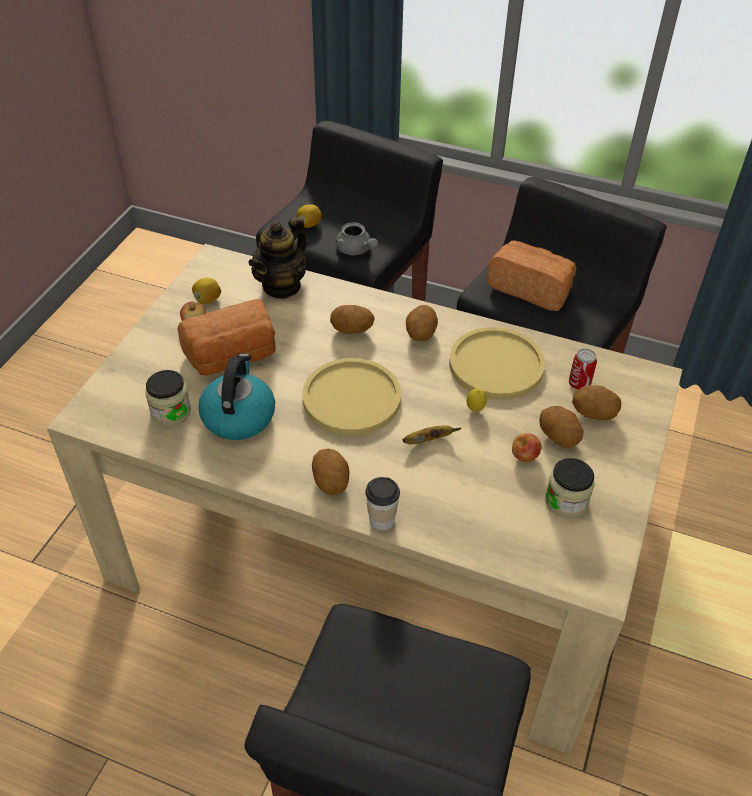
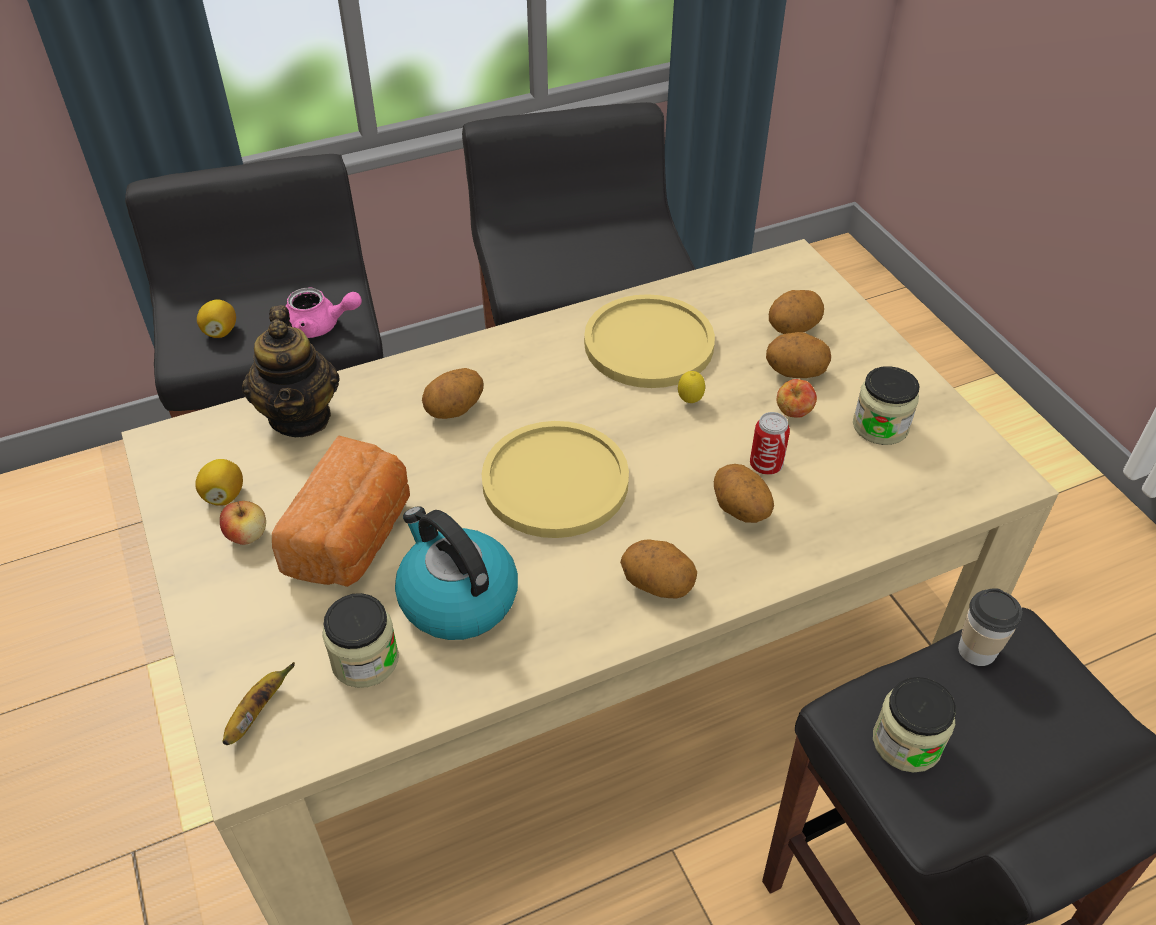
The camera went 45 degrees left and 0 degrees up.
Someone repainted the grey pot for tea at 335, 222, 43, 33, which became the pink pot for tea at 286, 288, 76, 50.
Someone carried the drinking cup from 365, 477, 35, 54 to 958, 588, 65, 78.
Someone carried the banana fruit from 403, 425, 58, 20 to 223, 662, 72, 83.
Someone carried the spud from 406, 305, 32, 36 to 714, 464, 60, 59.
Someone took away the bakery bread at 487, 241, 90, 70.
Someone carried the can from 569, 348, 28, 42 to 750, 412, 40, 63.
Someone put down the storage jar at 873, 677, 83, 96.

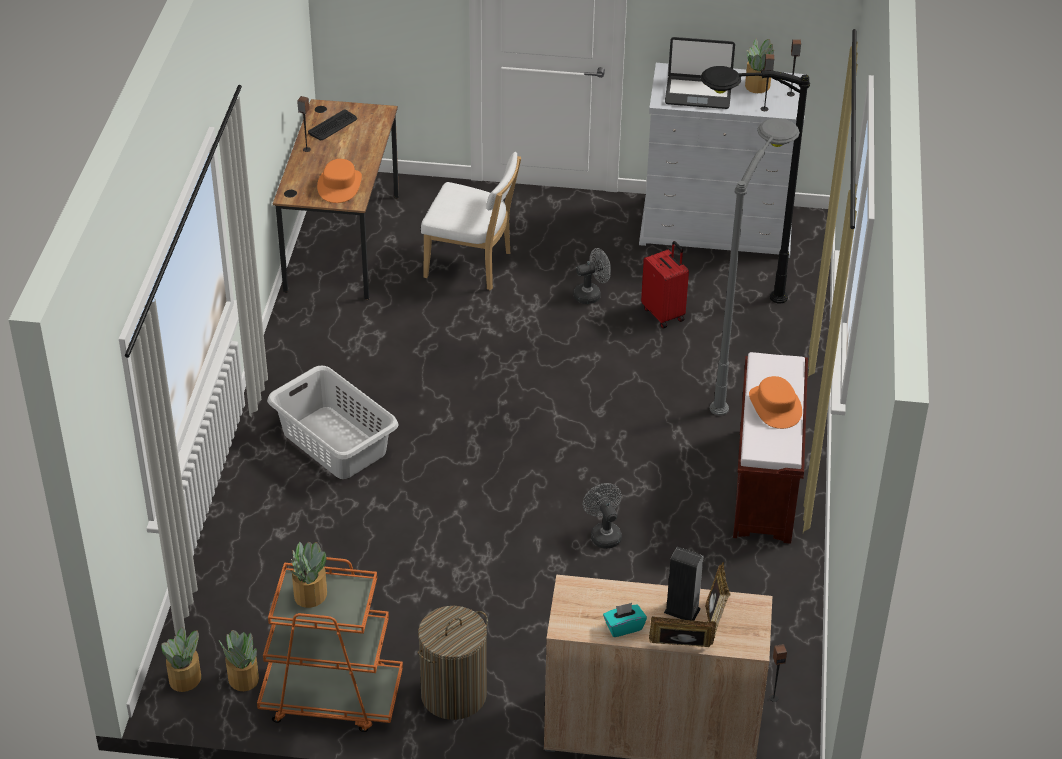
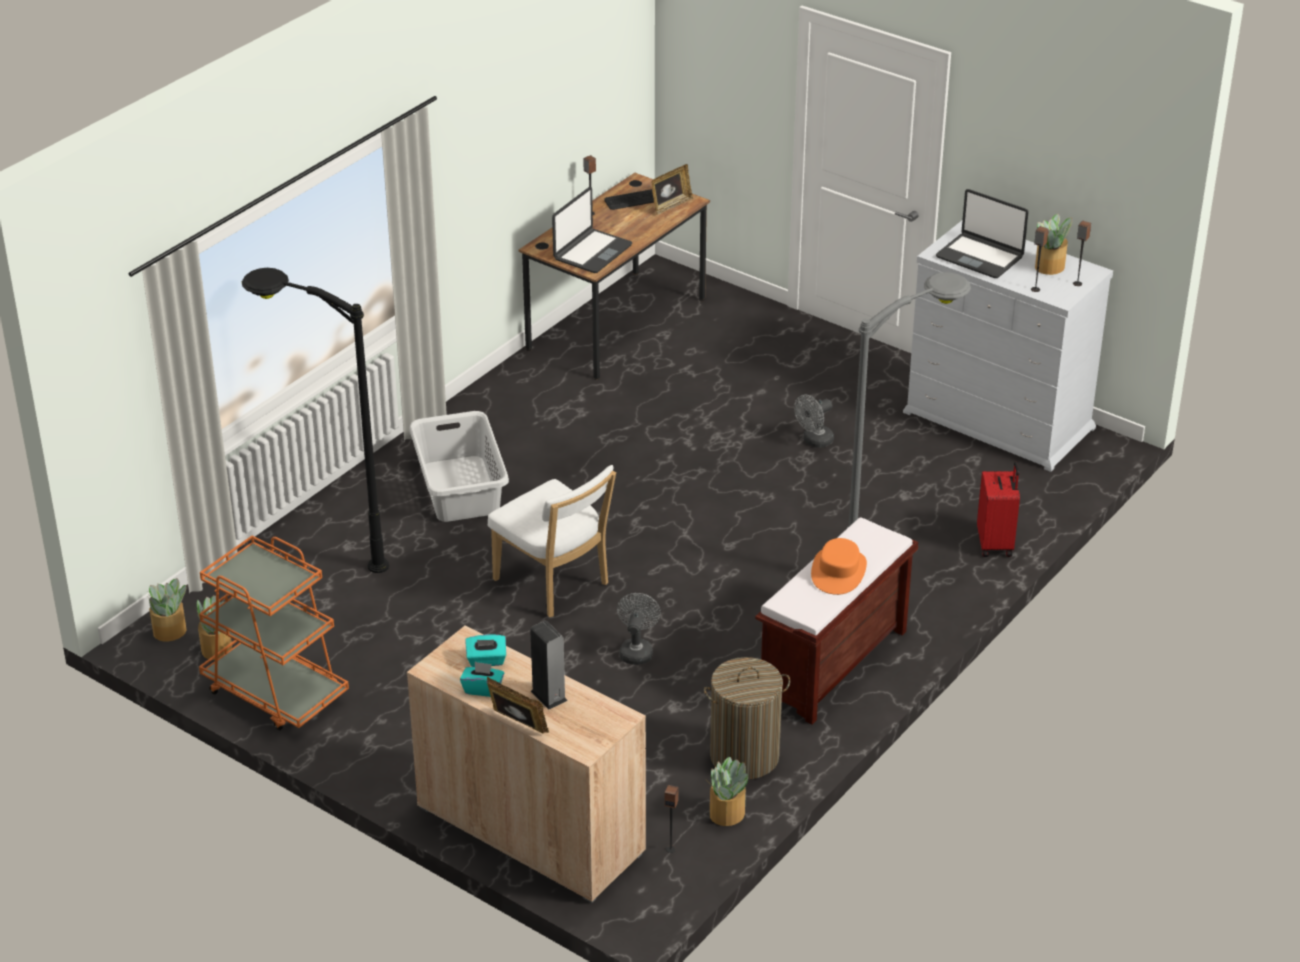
The camera went 30 degrees right and 5 degrees down.
Someone carried the houseplant from 291, 542, 36, 66 to 708, 757, 40, 69.
Someone swapped the orange-coloured wearable hat at 317, 159, 45, 44 for the portable computer at 552, 187, 81, 86.
Someone carried the washing basket from 418, 606, 70, 114 to 704, 657, 86, 122.
Someone carried the whitish chair from 421, 152, 100, 138 to 488, 465, 128, 152.
Someone rotated the grey electric fan at 573, 248, 38, 56 by 135 degrees clockwise.
Someone carried the red-coloured travel case from 641, 241, 48, 87 to 977, 461, 43, 96.
Someone carried the black-coloured floor lamp from 701, 66, 109, 237 to 242, 268, 147, 305.
Someone carried the picture frame from 705, 562, 26, 76 to 651, 164, 42, 51.
Someone put down the blue-green tissue holder at 465, 634, 41, 33.

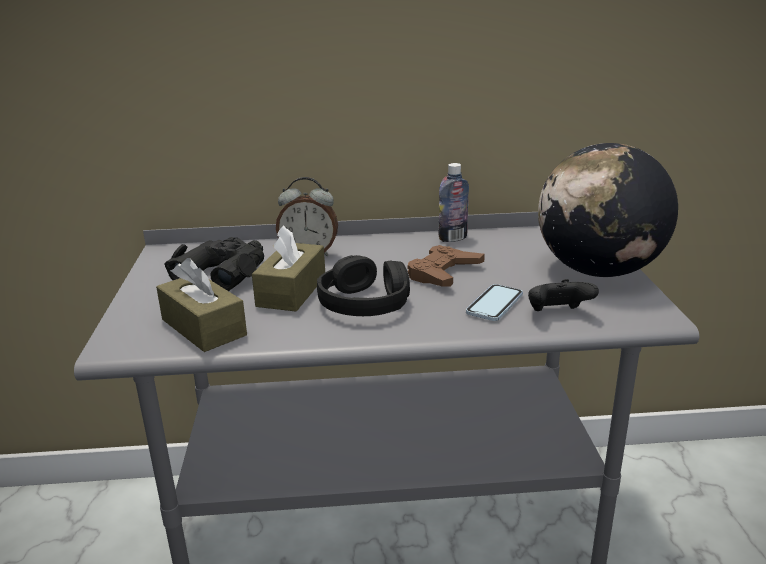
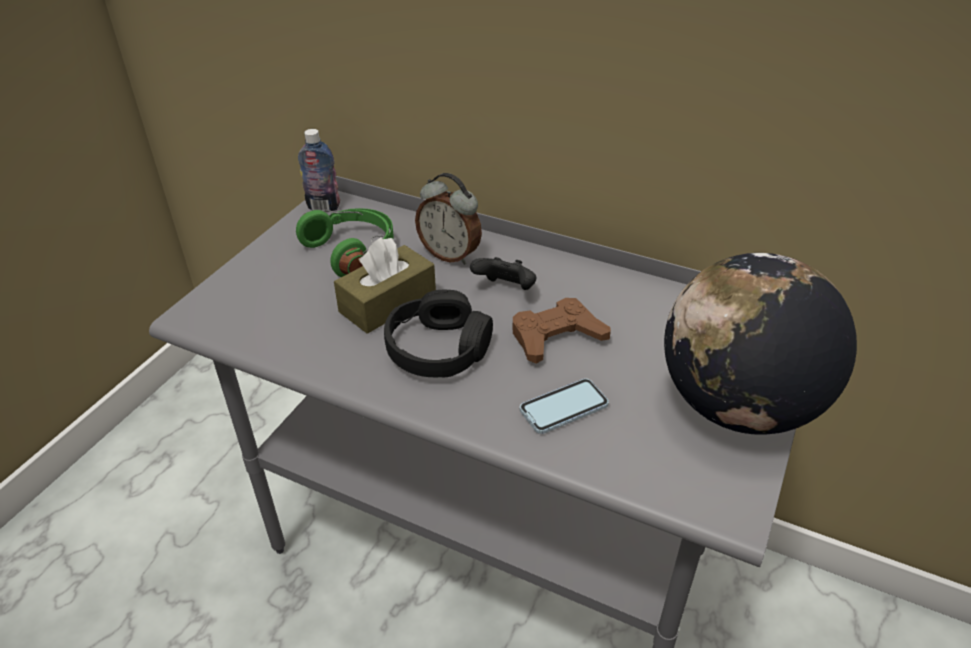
The camera went 30 degrees right and 15 degrees up.
Someone took away the brown tissue holder at 156, 258, 91, 94.
Someone swapped the black-coloured field glasses at 164, 237, 100, 54 for the greenish pair of headphones at 296, 208, 97, 69.
Someone carried the beverage bottle from 438, 163, 31, 79 to 298, 129, 42, 83.
Someone carried the black-coloured gamepad from 528, 279, 71, 32 to 470, 257, 66, 33.

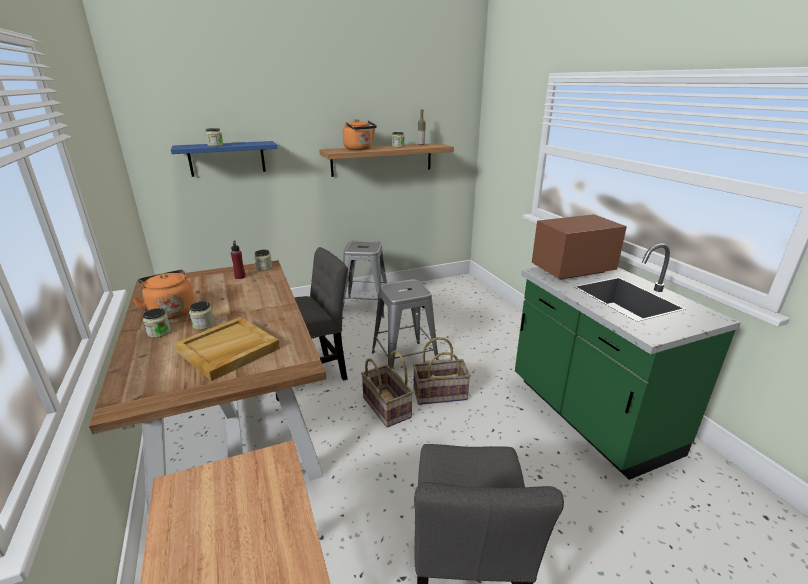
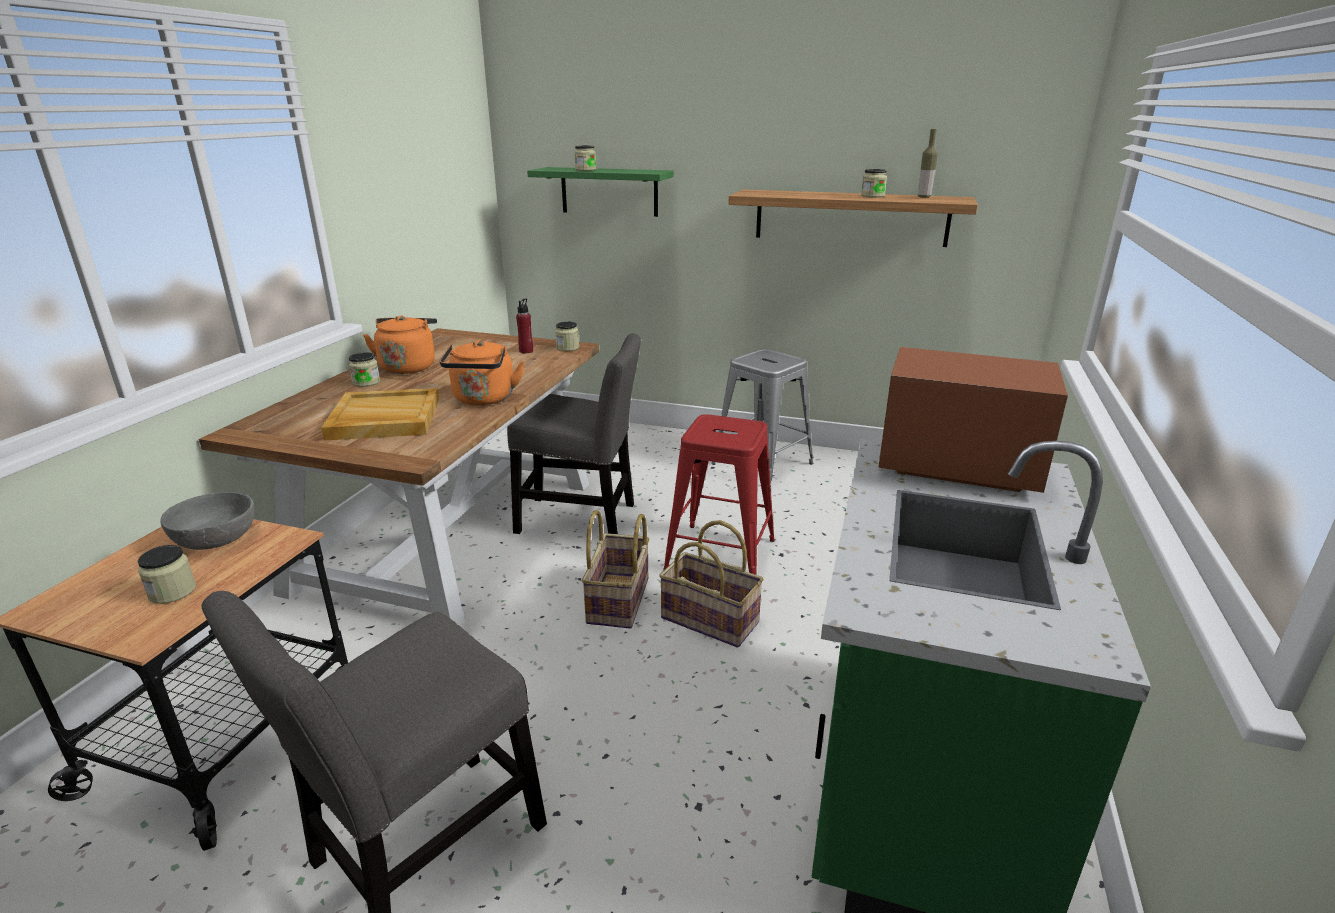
The camera went 40 degrees right and 0 degrees up.
Someone repainted the bluish wall shelf at 171, 141, 107, 36, which became the greenish wall shelf at 527, 167, 147, 50.
Someone carried the storage jar from 189, 301, 26, 29 to 137, 545, 59, 59.
Someone carried the orange-coloured tea kettle from 343, 119, 34, 31 to 440, 340, 85, 65.
Someone repainted the grey stool at 372, 279, 67, 88, which became the red-coloured stool at 663, 414, 112, 161.
Someone put down the grey serving bowl at 160, 492, 95, 58.

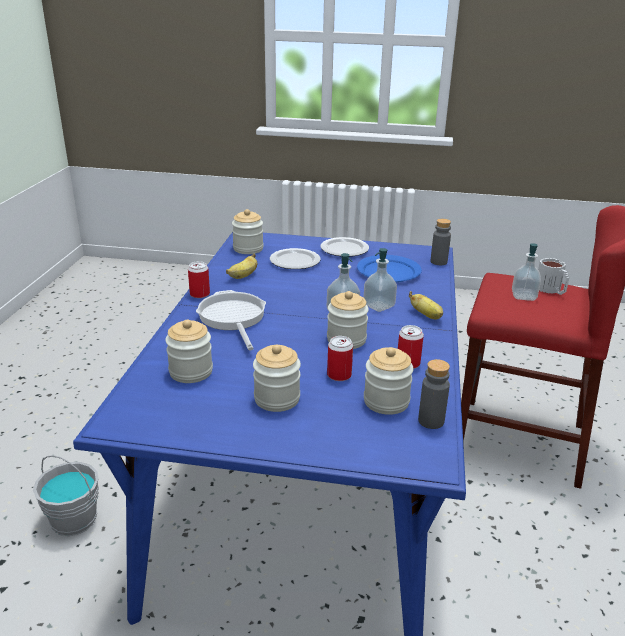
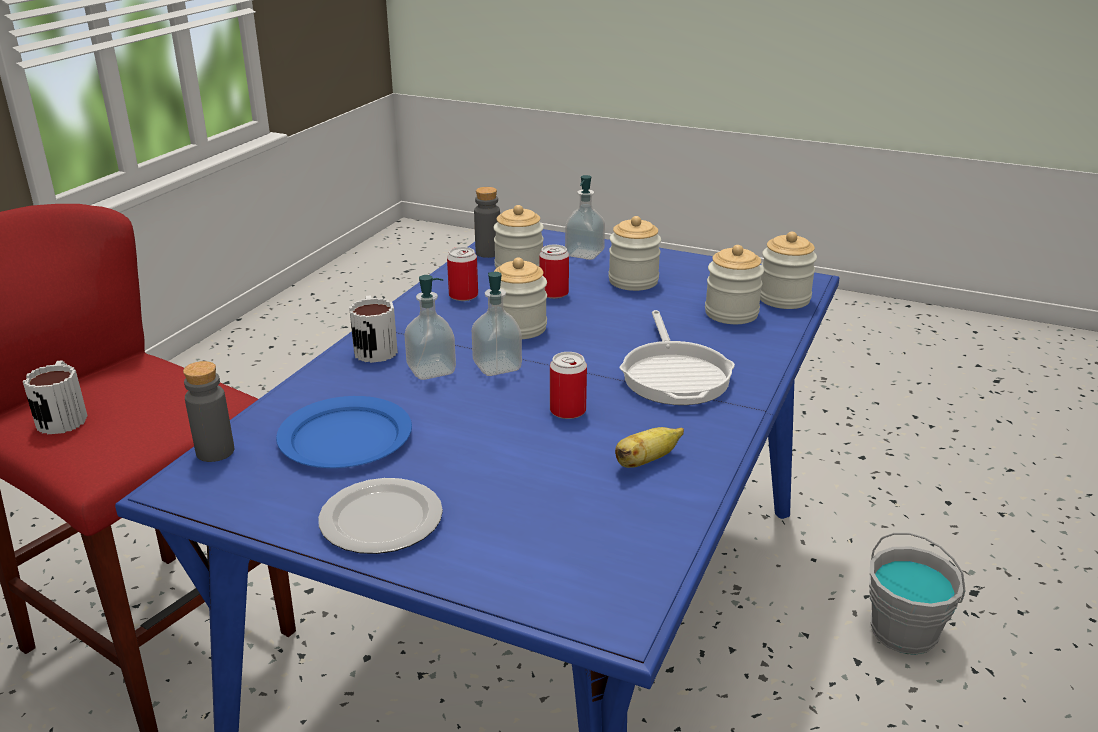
The camera went 165 degrees left and 0 degrees up.
Someone carried the can from 188, 261, 22, 37 to 550, 352, 37, 67.
Someone carried the storage jar from 232, 209, 32, 45 to 760, 232, 57, 77.
Someone took away the dinner plate at 270, 248, 51, 21.
Someone swapped the banana fruit at 409, 291, 34, 29 for the tea mug at 349, 295, 49, 68.
Someone carried the liquid soap bottle from 512, 243, 29, 58 to 565, 175, 40, 85.

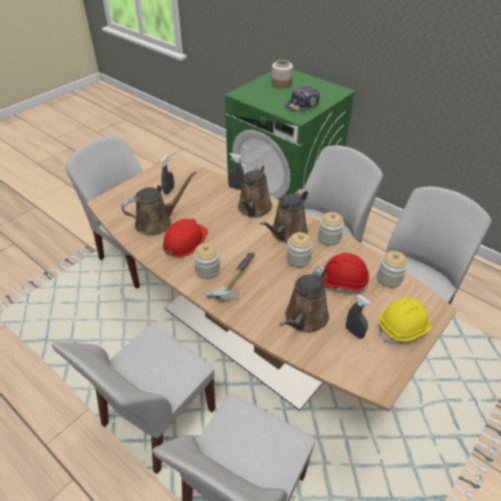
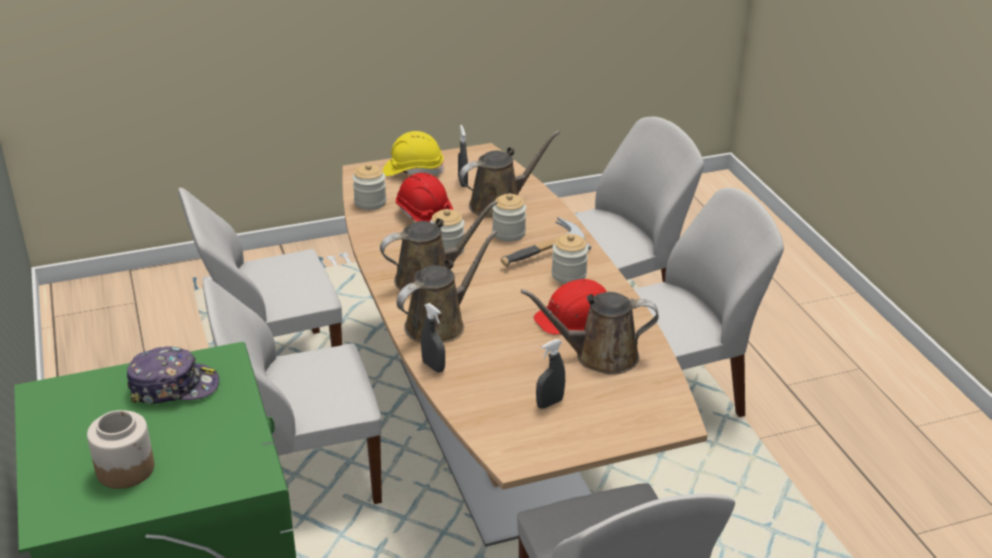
The camera went 150 degrees left and 10 degrees down.
Someone carried the storage jar from 318, 212, 26, 34 to 492, 193, 34, 49.

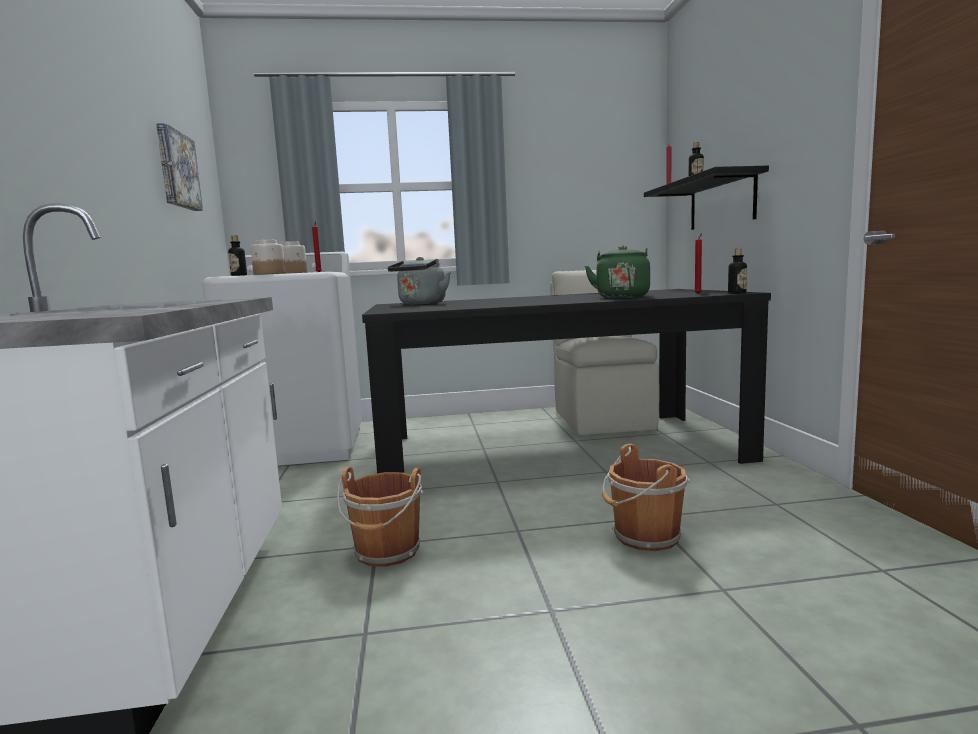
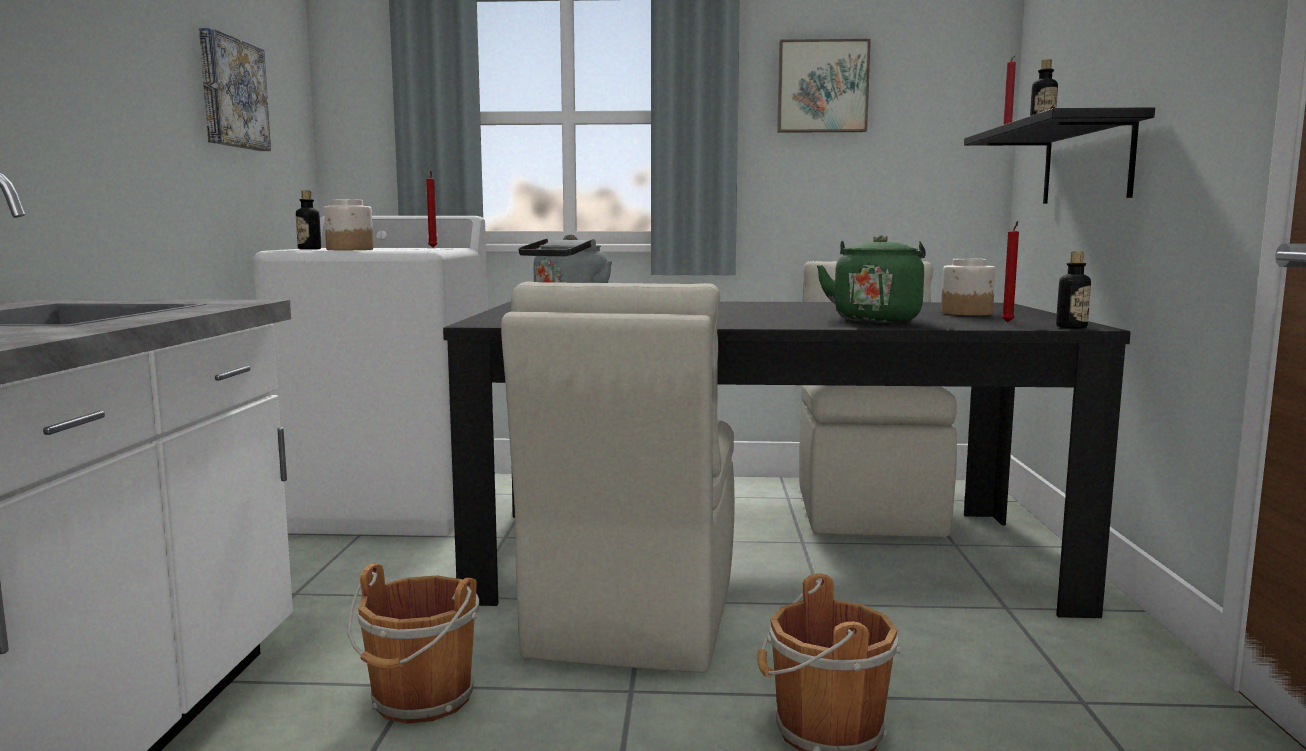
The camera went 10 degrees right and 0 degrees up.
Someone carried the storage jar from 280, 241, 27, 33 to 941, 258, 55, 58.
Someone put down the beige chair at 501, 282, 234, 391.
Someone put up the wall art at 777, 39, 94, 94.

